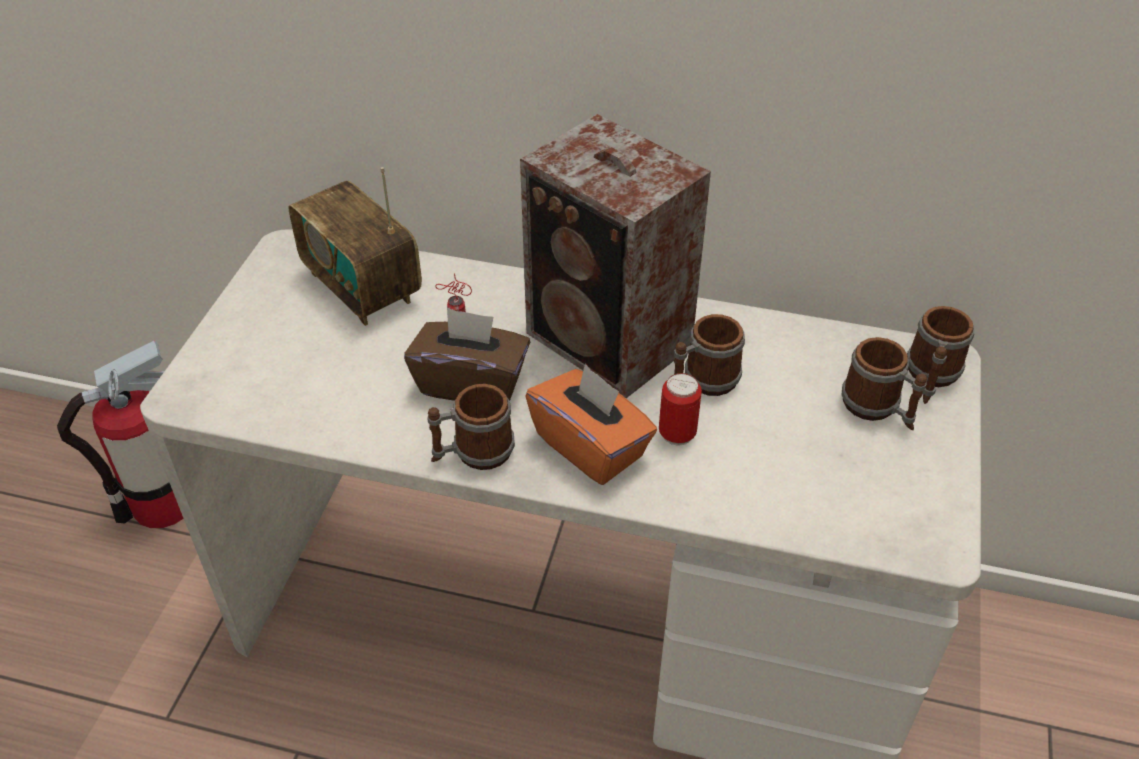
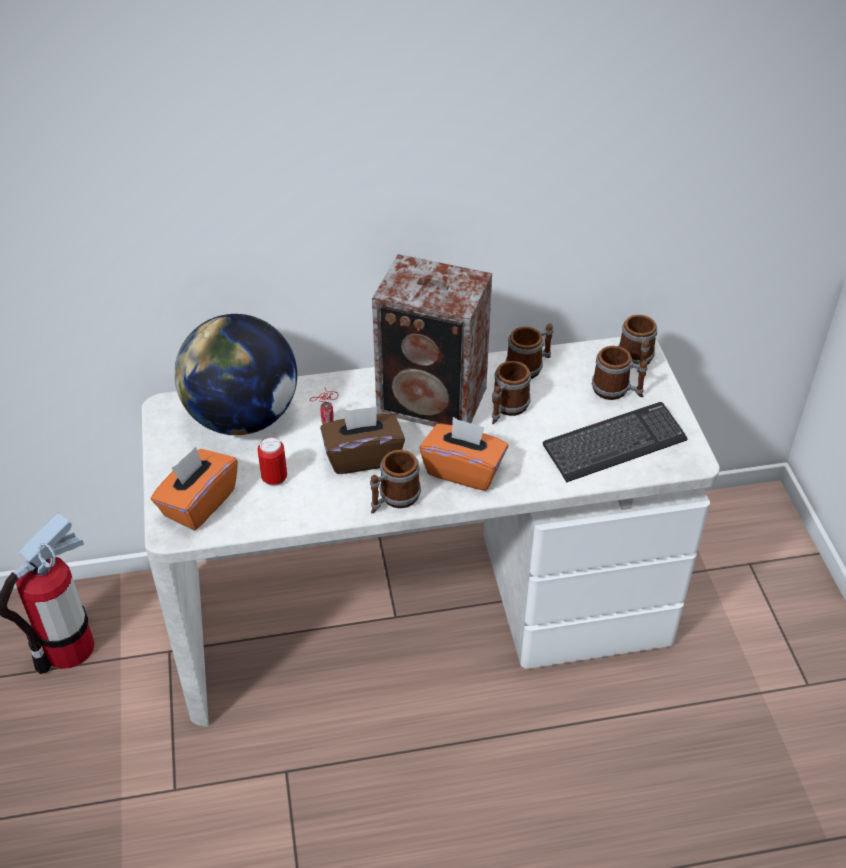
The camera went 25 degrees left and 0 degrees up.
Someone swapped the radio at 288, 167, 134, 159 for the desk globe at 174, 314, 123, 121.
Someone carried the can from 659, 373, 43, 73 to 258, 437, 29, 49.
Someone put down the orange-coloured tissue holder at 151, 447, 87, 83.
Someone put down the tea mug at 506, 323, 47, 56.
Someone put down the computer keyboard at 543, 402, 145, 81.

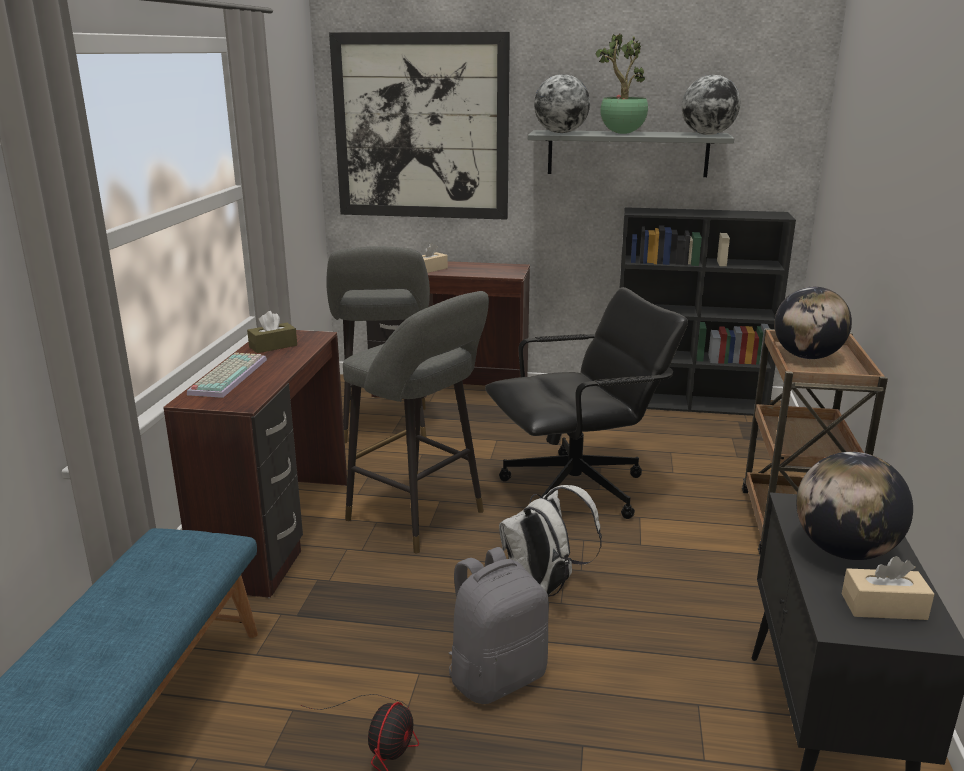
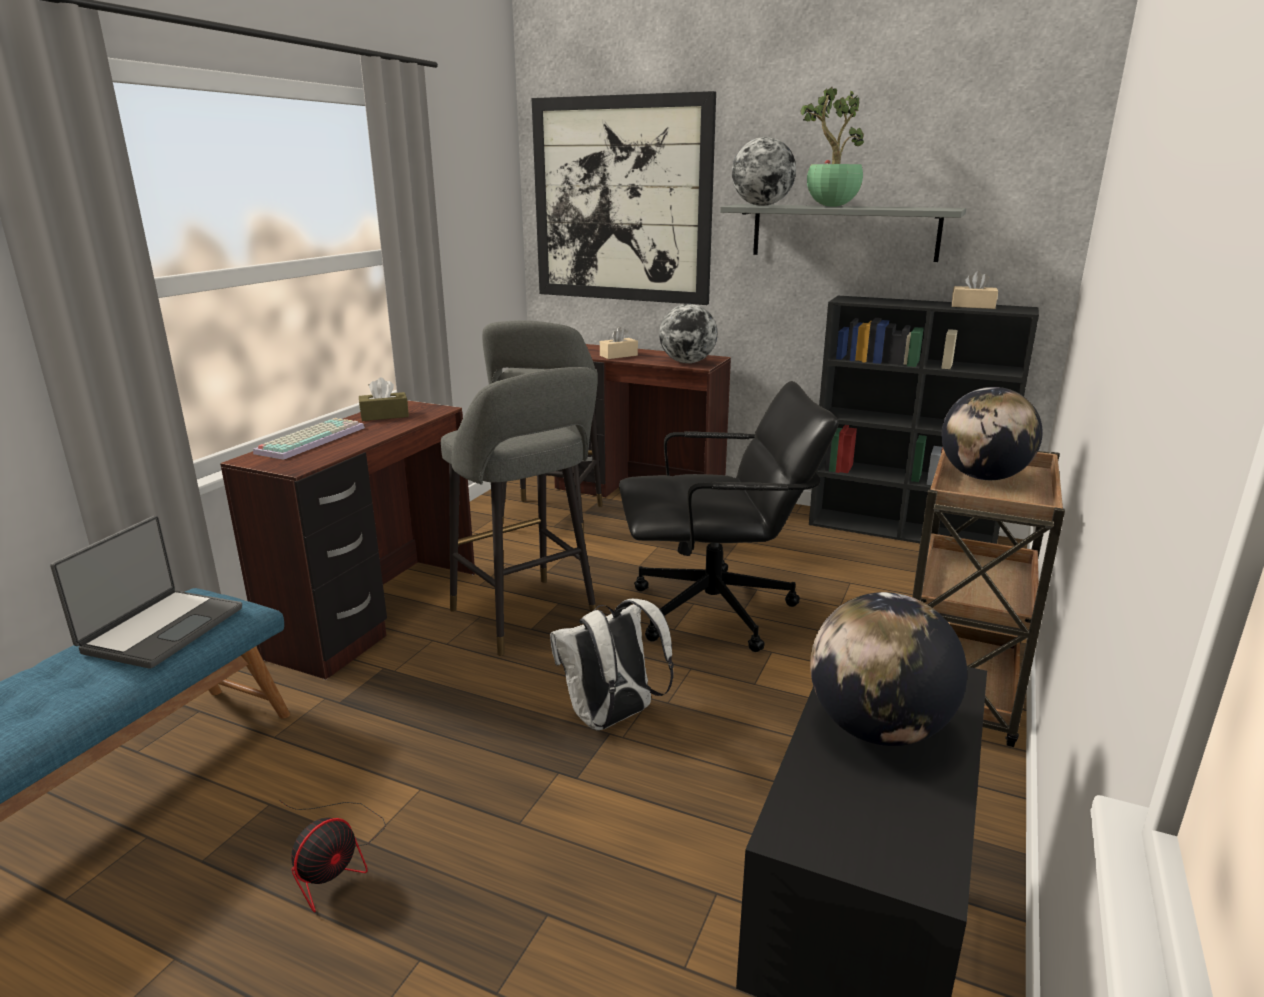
The camera went 15 degrees right and 0 degrees up.
Someone took away the grey rucksack at 448, 547, 101, 157.
Someone carried the desk globe from 682, 75, 58, 60 to 659, 304, 58, 59.
Someone carried the beige tissue holder from 842, 556, 92, 64 to 952, 271, 46, 38.
Someone put down the portable computer at 50, 516, 192, 153.

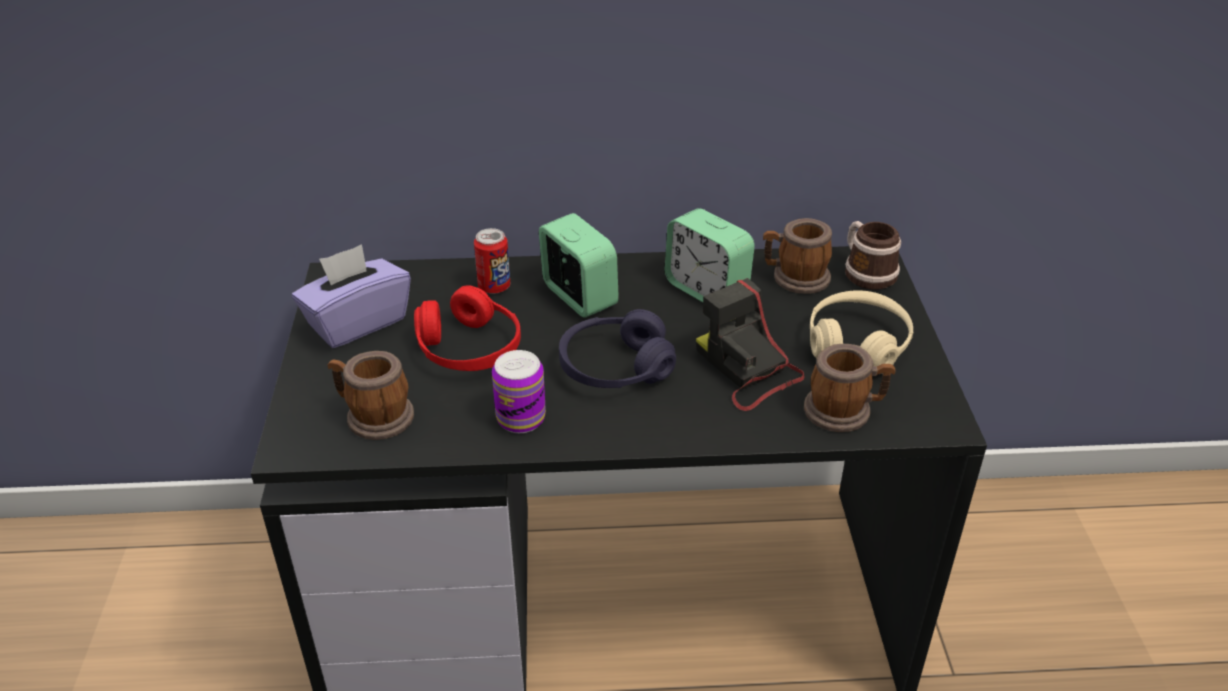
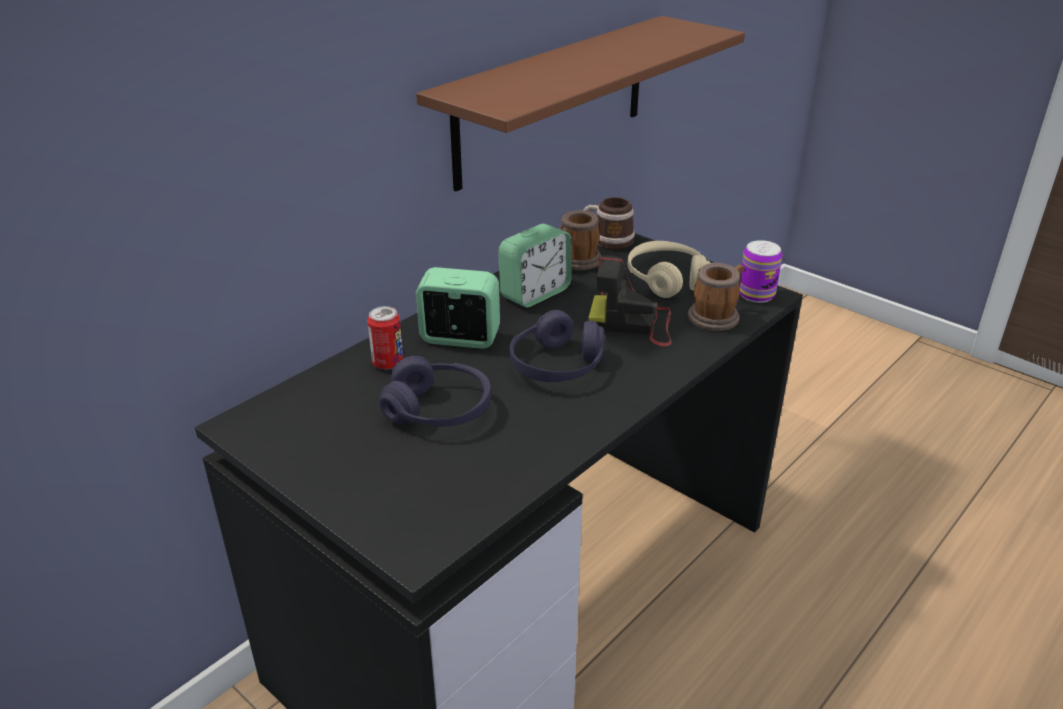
The camera went 45 degrees left and 5 degrees down.
Someone took away the purple tissue holder at 292, 244, 119, 104.
Someone took away the tea mug at 327, 351, 87, 89.
Someone repainted the red-coloured pair of headphones at 414, 285, 107, 86, which became the purple pair of headphones at 379, 356, 112, 71.
Someone carried the can from 492, 350, 54, 83 to 739, 240, 43, 63.
Someone rotated the bedside clock at 665, 208, 90, 94 by 45 degrees counterclockwise.
Someone put up the brown wall shelf at 416, 16, 329, 175.

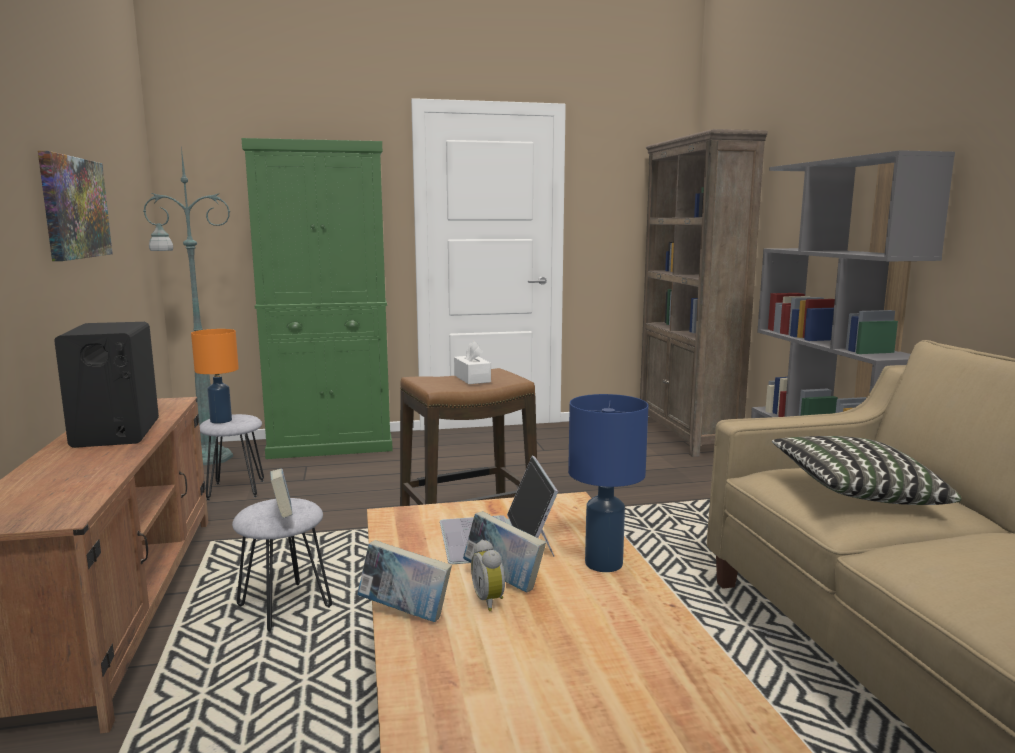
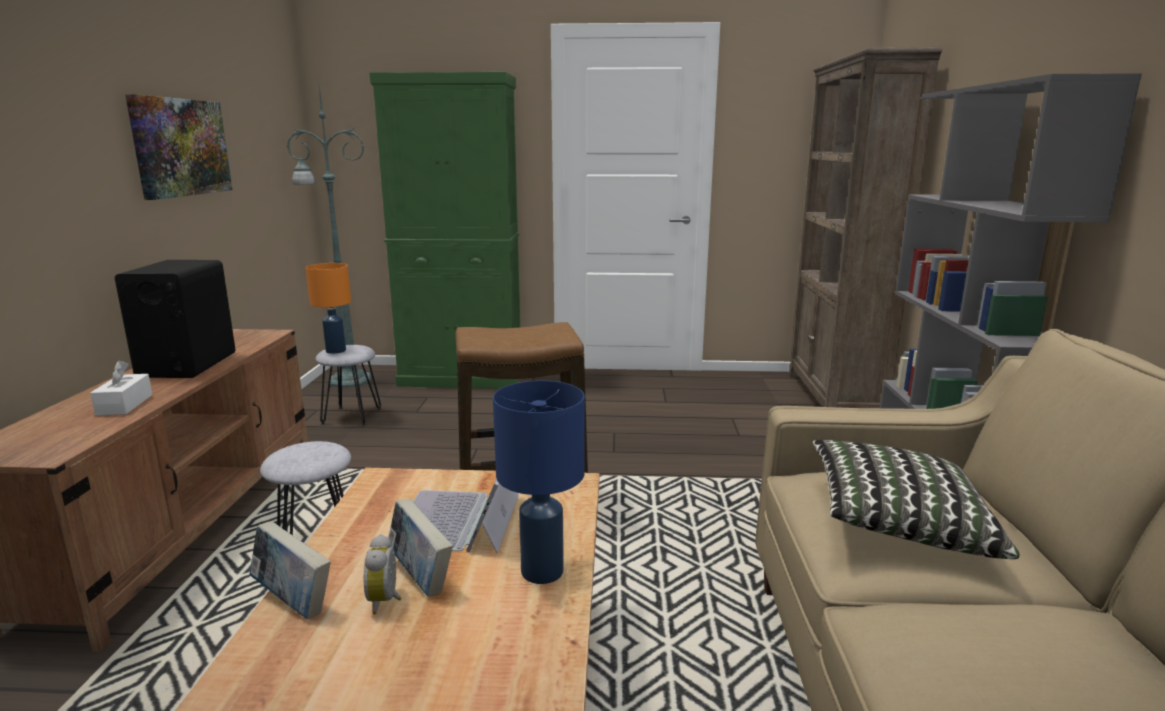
The camera went 15 degrees right and 5 degrees up.
Someone took away the bound book at 270, 469, 22, 49.
Someone carried the whitish tissue holder from 454, 341, 37, 43 to 90, 360, 62, 56.

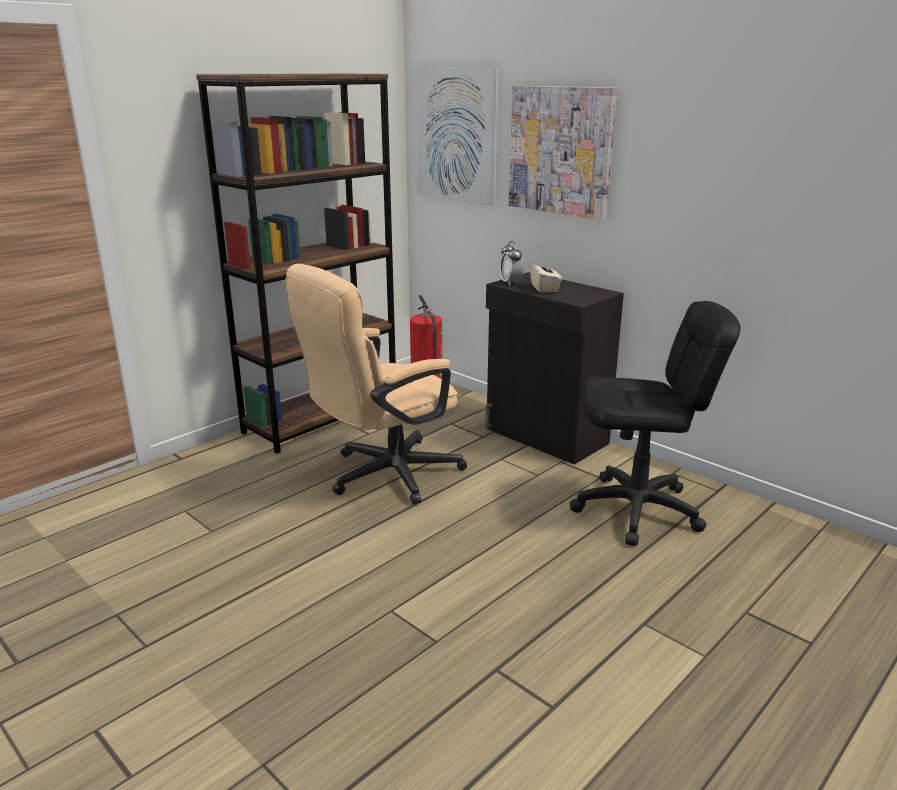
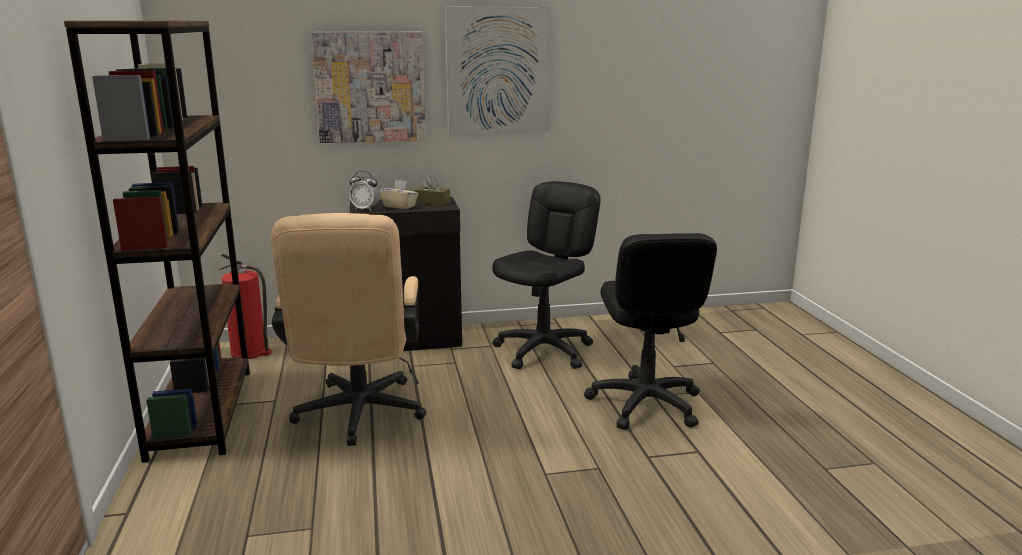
The camera went 55 degrees left and 5 degrees down.
Someone carried the wall art from 416, 68, 83, 138 to 445, 7, 106, 127.
Someone put down the brown tissue holder at 415, 176, 35, 29.
Someone put down the black-coloured desk chair at 584, 233, 133, 197.

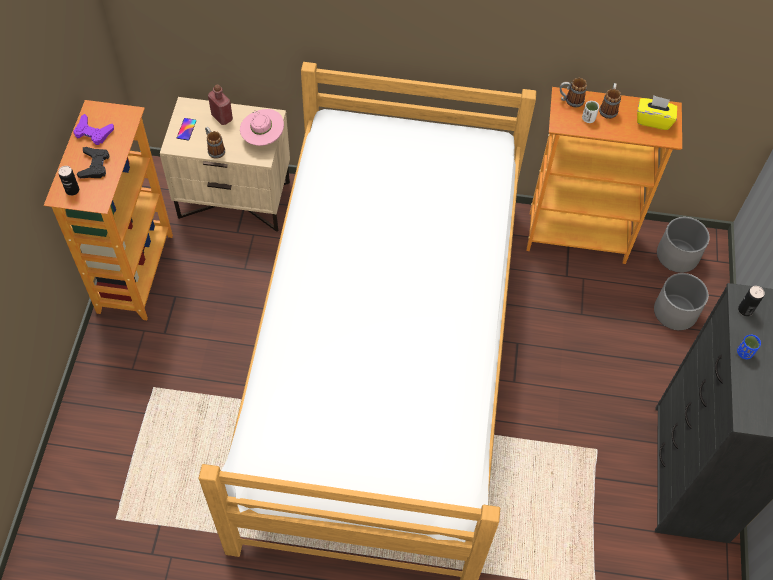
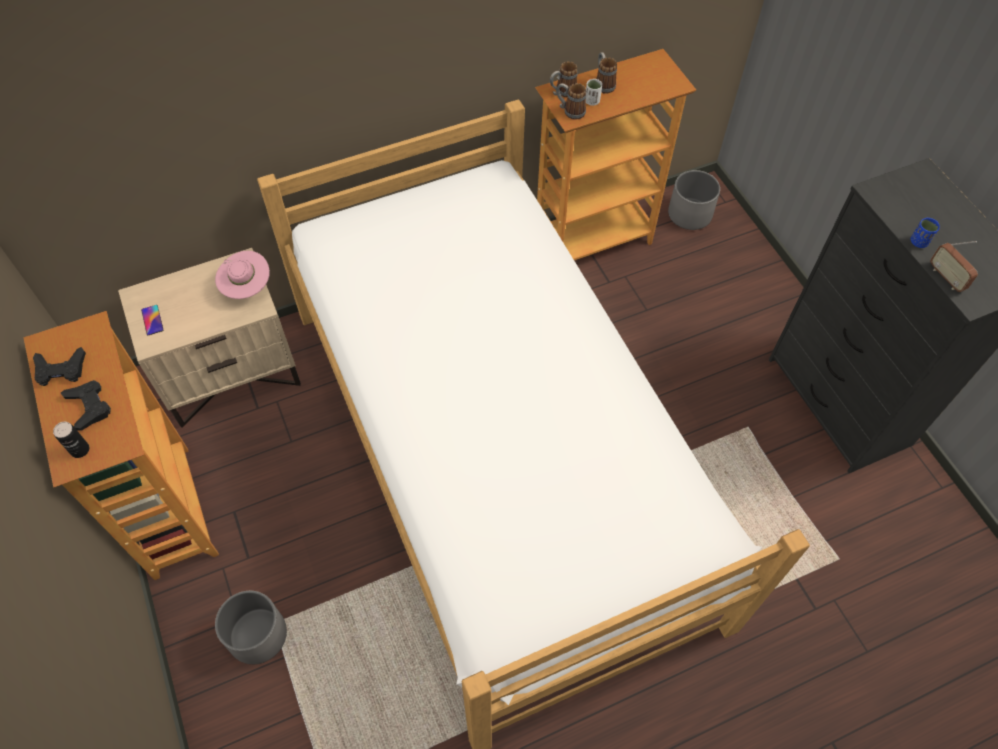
The camera went 30 degrees left and 0 degrees up.
Someone repainted the purple gamepad at 73, 114, 41, 31, which became the black-coloured gamepad at 33, 347, 53, 39.
Someone carried the tea mug from 205, 127, 20, 32 to 556, 83, 30, 37.
Someone took away the red-coloured beverage bottle at 208, 84, 25, 41.
Someone took away the yellow tissue holder at 637, 95, 40, 35.
Someone carried the grey planter from 654, 273, 54, 57 to 215, 591, 72, 73.
Someone took away the can at 738, 286, 27, 30.
Someone put down the radio at 930, 241, 48, 51.

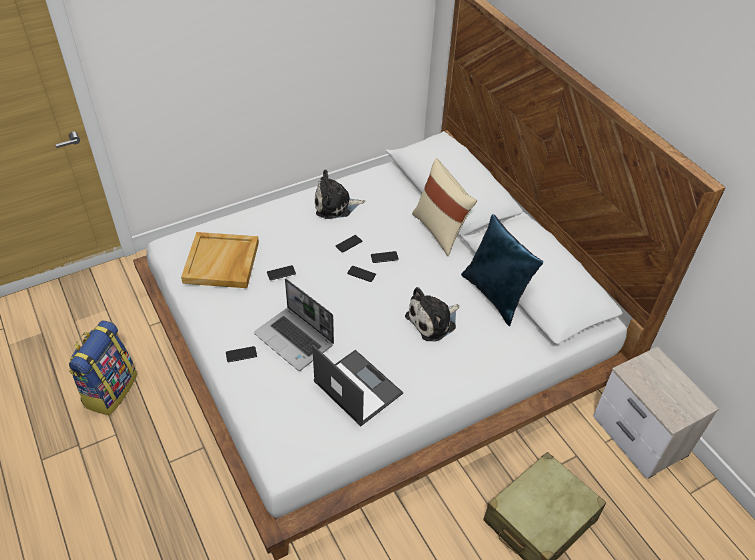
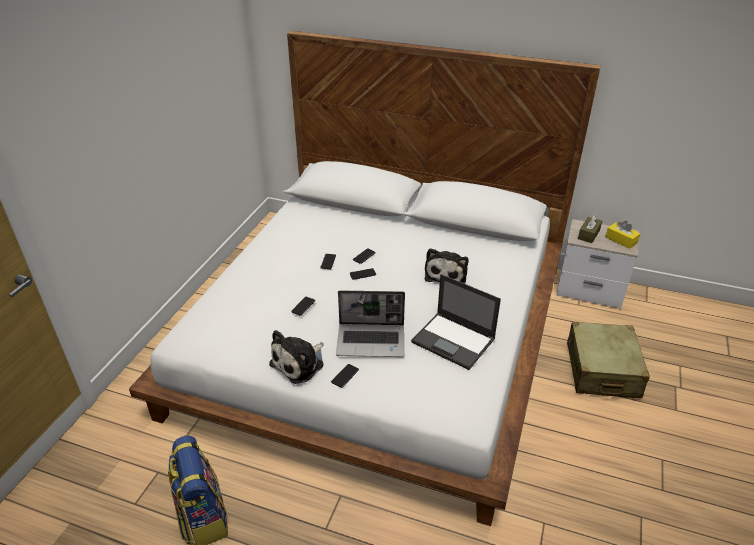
The camera went 40 degrees left and 10 degrees down.
Someone took away the beige serving tray at 181, 232, 78, 56.
Someone rotated the portable computer at 312, 345, 91, 81 by 150 degrees counterclockwise.
Someone carried the soft toy from 315, 170, 50, 49 to 269, 330, 55, 54.
Someone took away the beige pillow at 412, 158, 65, 98.
Someone took away the bluish pillow at 461, 214, 82, 112.
Someone put down the brown tissue holder at 578, 214, 24, 29.
Someone put down the yellow tissue holder at 606, 221, 35, 28.

